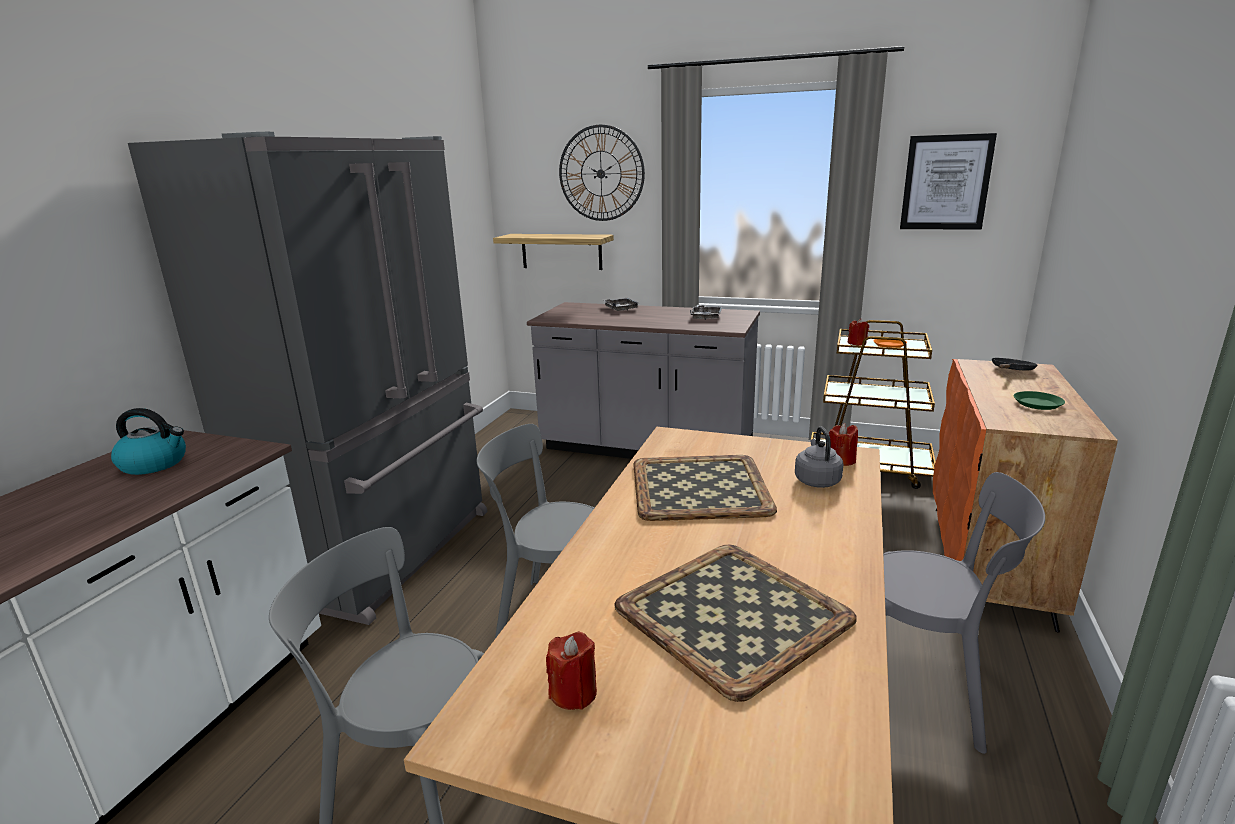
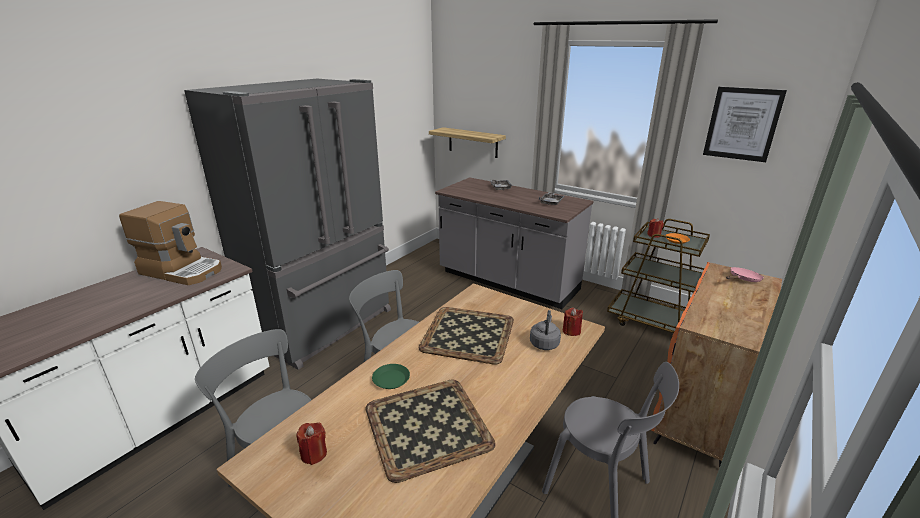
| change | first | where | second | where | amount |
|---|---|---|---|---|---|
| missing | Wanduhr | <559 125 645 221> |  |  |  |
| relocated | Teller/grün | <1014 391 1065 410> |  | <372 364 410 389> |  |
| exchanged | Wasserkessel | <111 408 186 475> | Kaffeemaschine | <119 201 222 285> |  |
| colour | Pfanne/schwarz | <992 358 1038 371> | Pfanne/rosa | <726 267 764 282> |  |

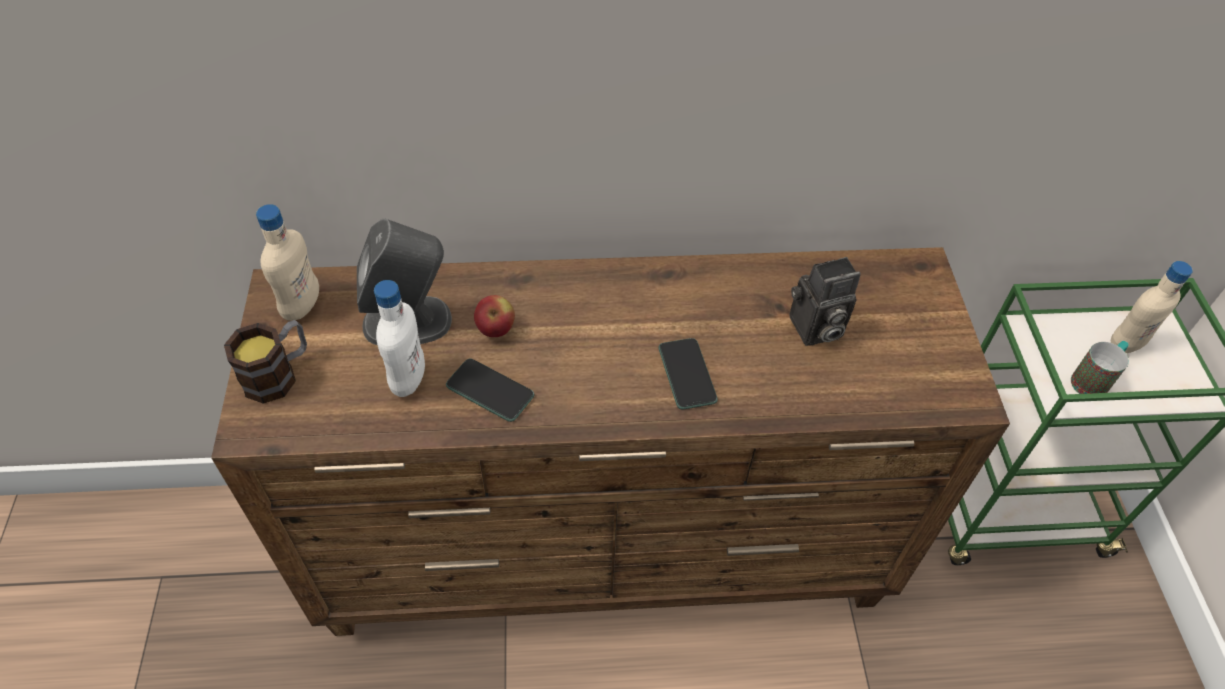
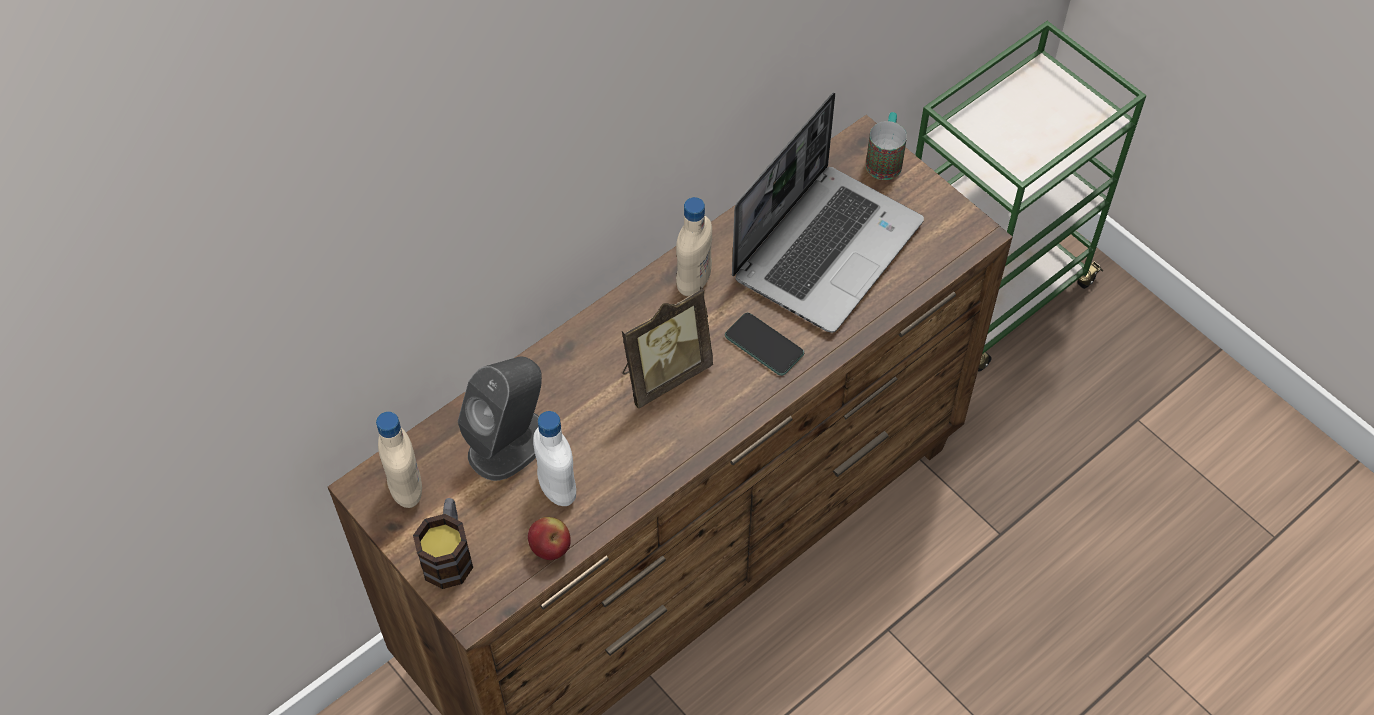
| change | first | where | second | where | amount |
|---|---|---|---|---|---|
| missing | Handy | <446 358 535 422> |  |  |  |
| appeared |  |  | Bilderrahmen | <622 287 713 409> |  |
| relocated | Apfel | <474 295 515 337> |  | <528 517 571 560> |  |
| relocated | Henkelbecher | <1071 341 1129 394> |  | <866 112 907 180> |  |
| relocated | Flasche/beige | <1111 261 1193 353> |  | <676 197 712 296> |  |
| exchanged | Kamera | <790 257 861 346> | Laptop | <732 92 924 333> |  |

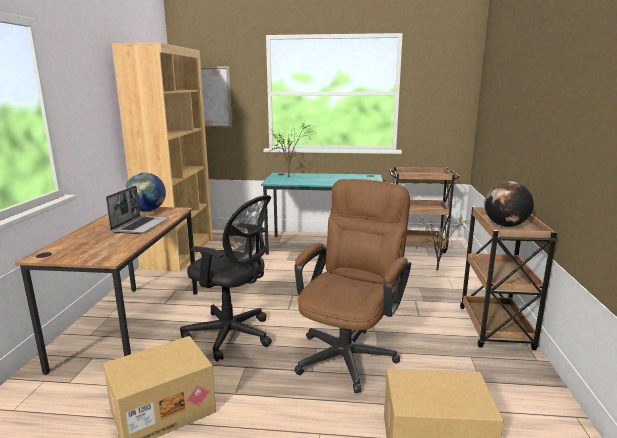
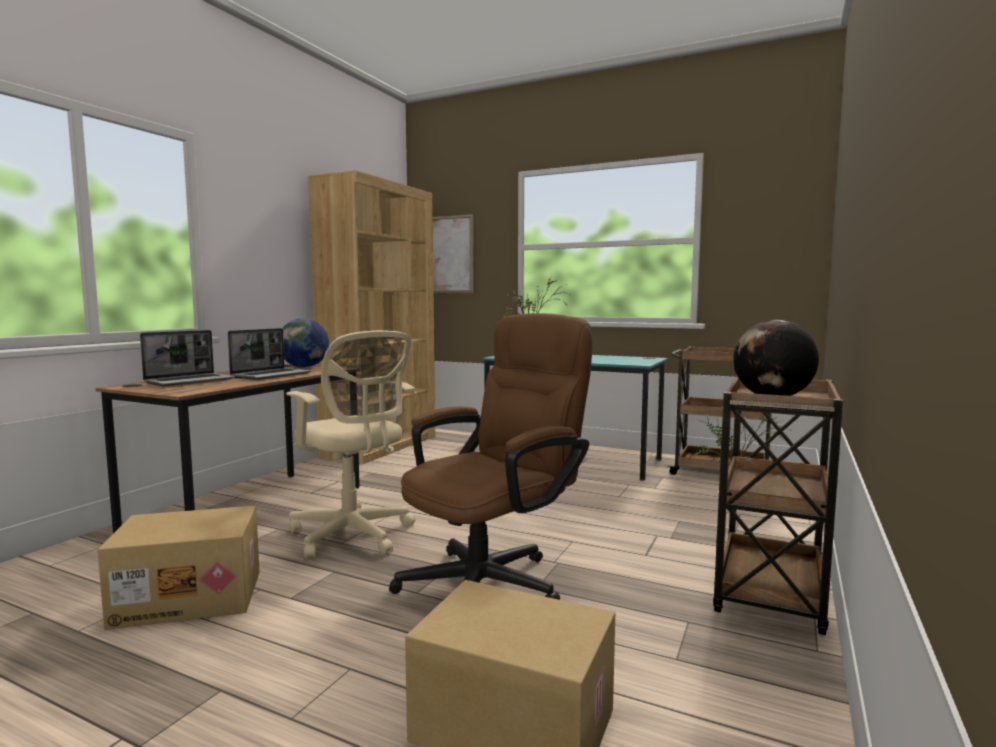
| change | first | where | second | where | amount |
|---|---|---|---|---|---|
| appeared |  |  | Laptop | <140 330 235 386> |  |
| colour | Bürostuhl/schwarz | <180 195 272 362> | Bürostuhl/beige | <286 330 415 560> |  |

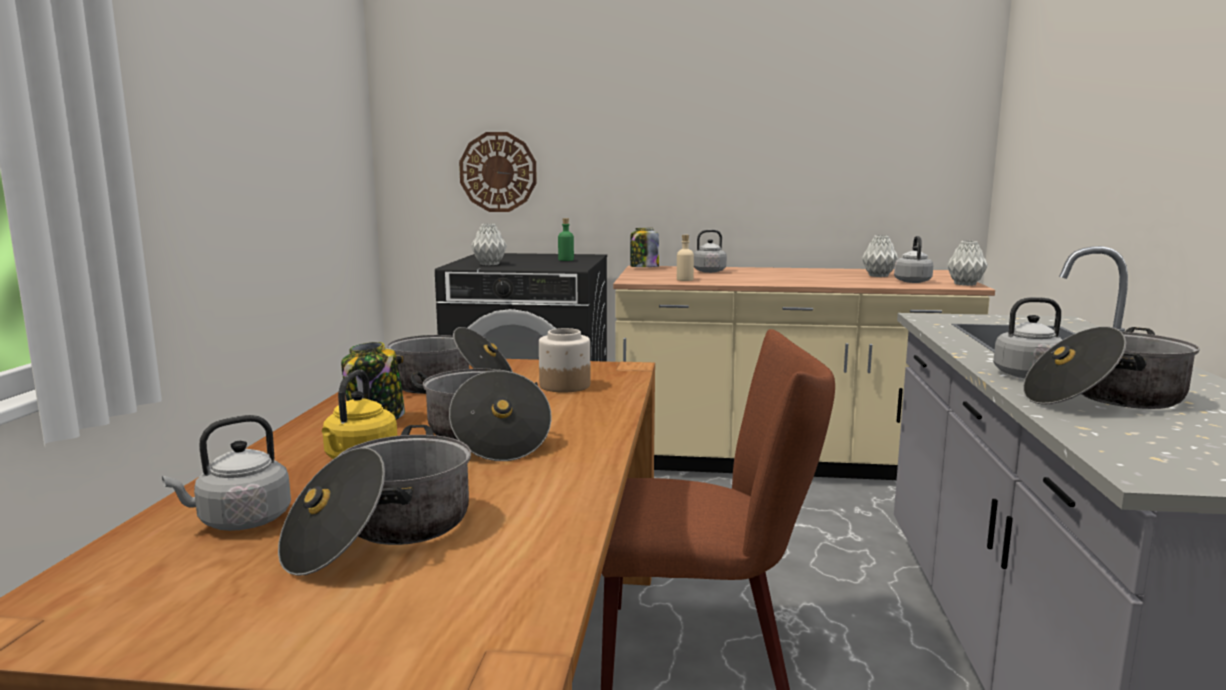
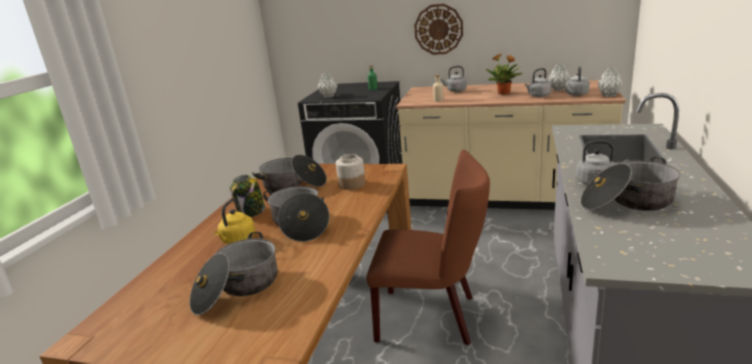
| change | first | where | second | where | amount |
|---|---|---|---|---|---|
| missing | Vorratsglas | <630 228 659 267> |  |  |  |
| appeared |  |  | Topfpflanze | <486 54 523 95> |  |
| relocated | Wasserkessel/grau | <162 415 291 531> |  | <525 68 551 97> |  |
| relocated | Wanduhr | <459 132 537 212> |  | <414 4 463 55> |  |

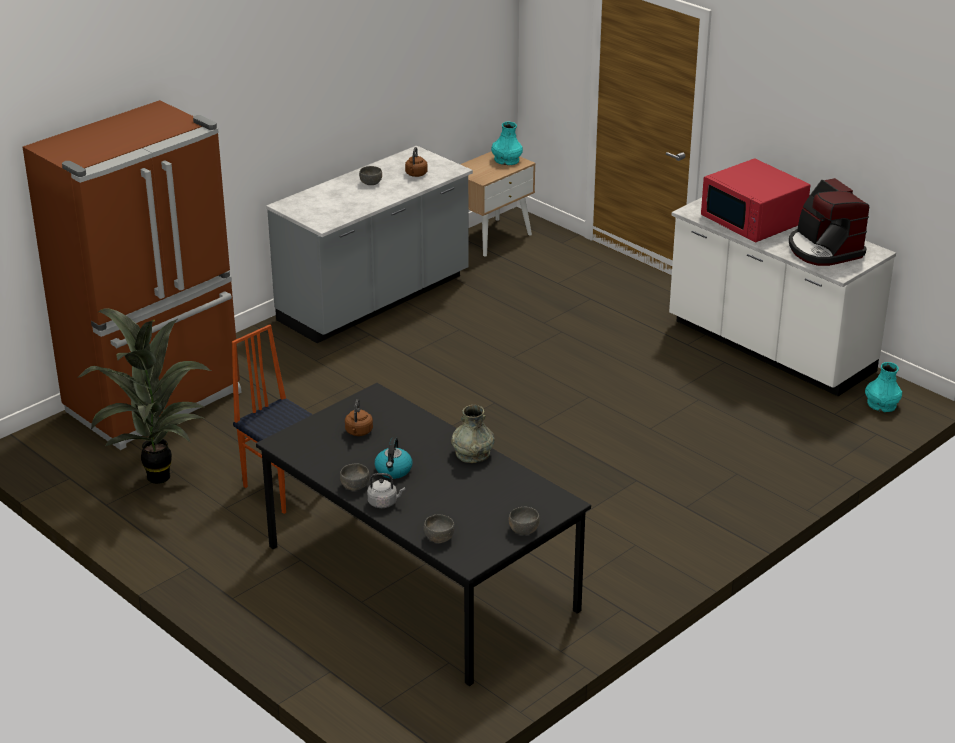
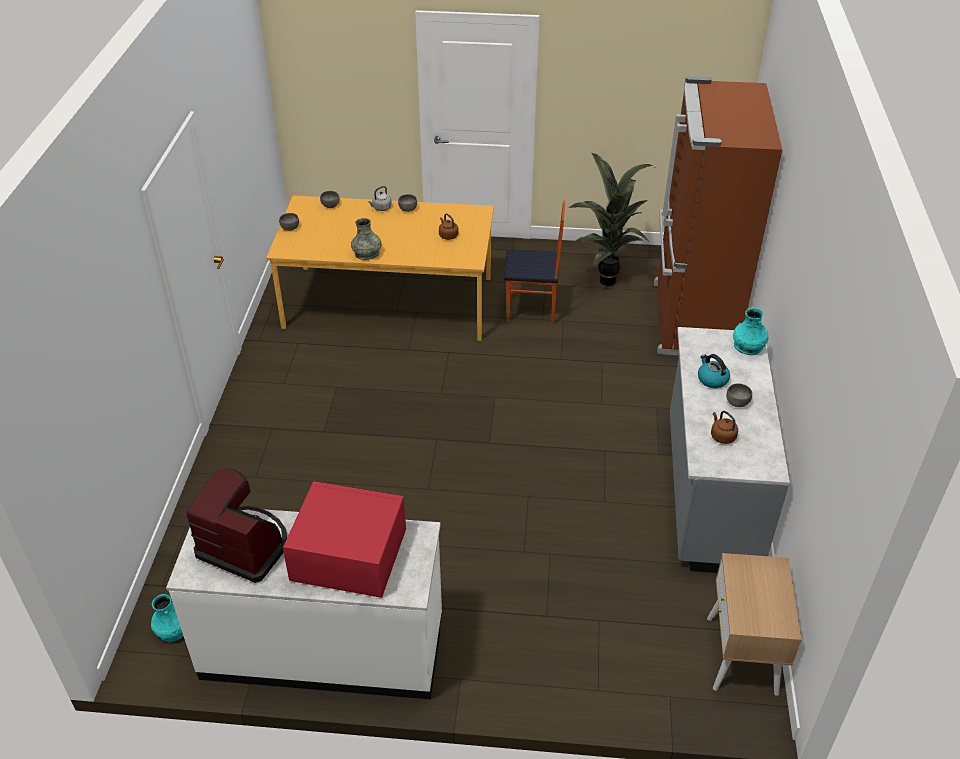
| change | first | where | second | where | amount |
|---|---|---|---|---|---|
| relocated | Wasserkessel | <375 437 412 479> |  | <698 354 730 388> |  |
| relocated | Vase/türkis | <491 122 523 165> |  | <733 308 769 355> |  |
| colour | Esstisch/schwarz | <256 383 591 686> | Esstisch/orange | <266 196 494 341> |  |

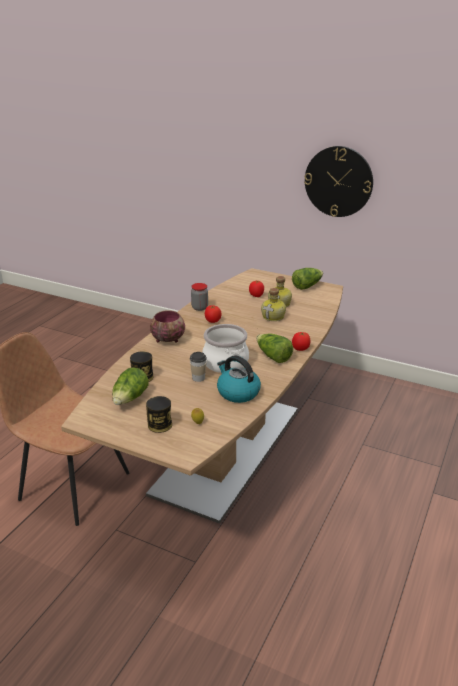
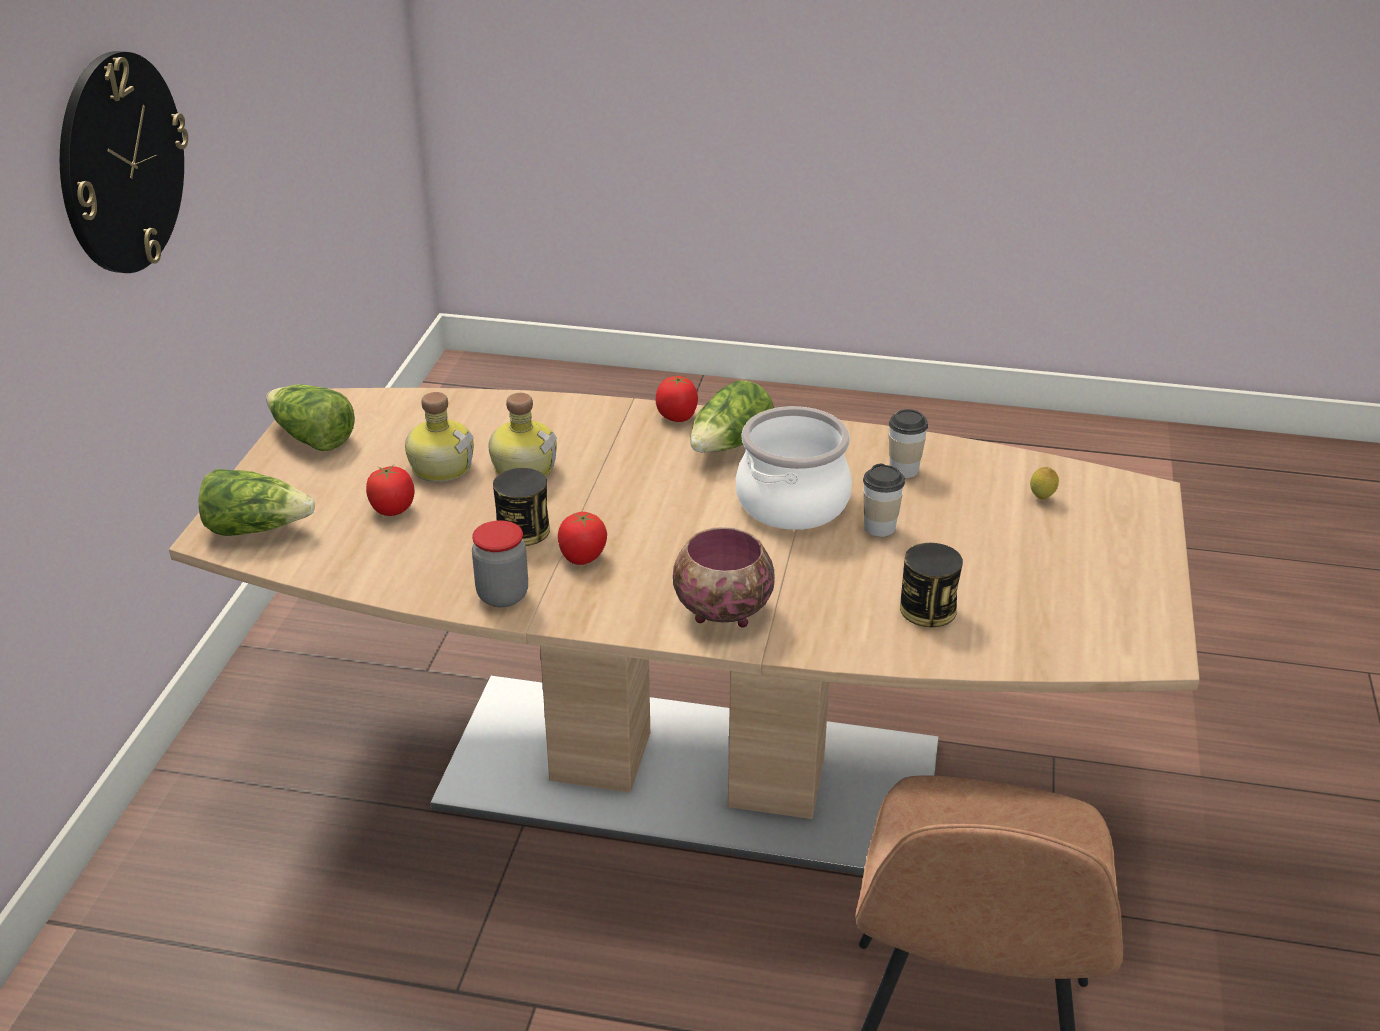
| change | first | where | second | where | amount |
|---|---|---|---|---|---|
| relocated | Salatkopf | <112 368 149 405> |  | <199 469 315 536> |  |
| relocated | Dose | <146 396 172 433> |  | <493 468 550 546> |  |
| exchanged | Wasserkessel | <217 355 261 403> | Tasse | <889 409 928 478> |  |

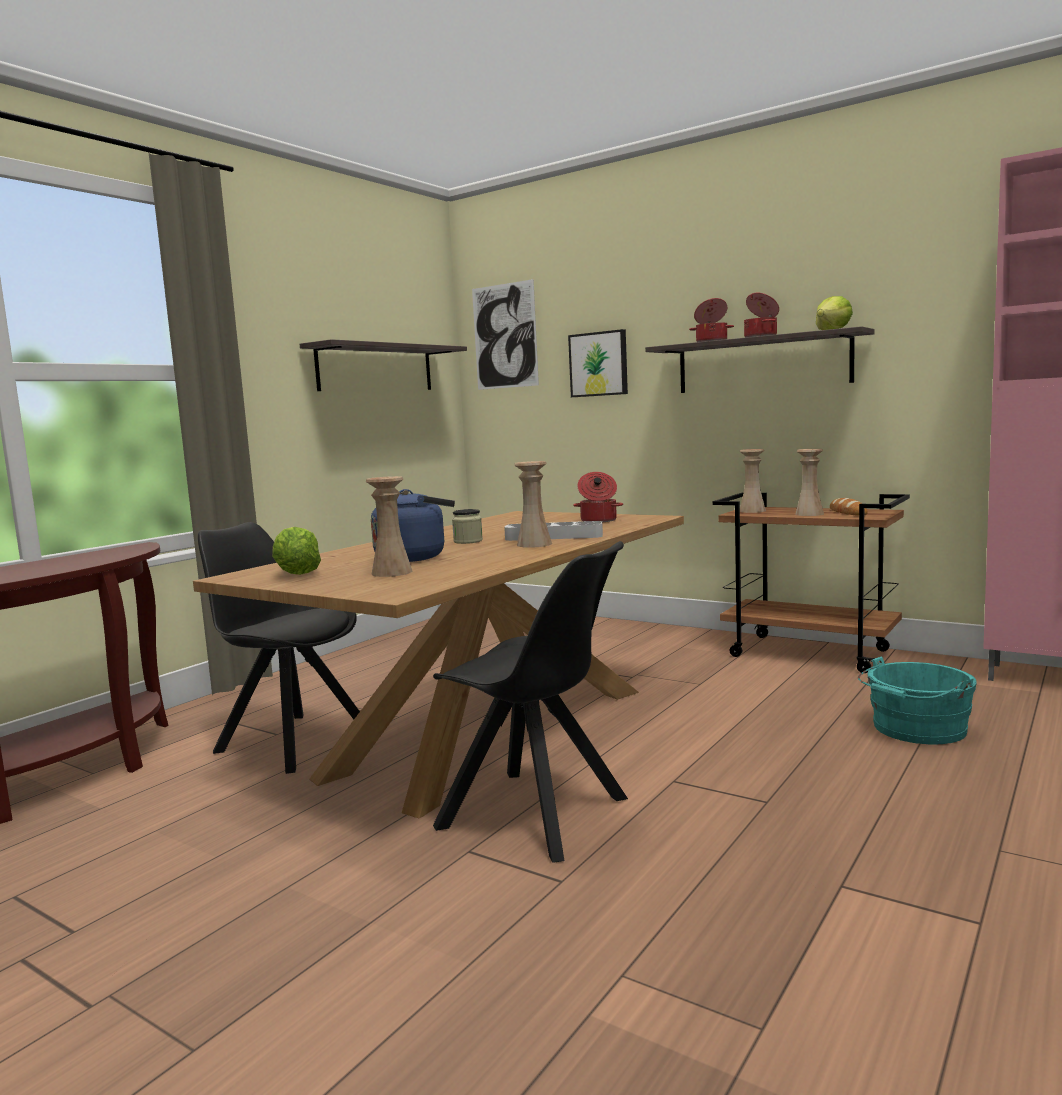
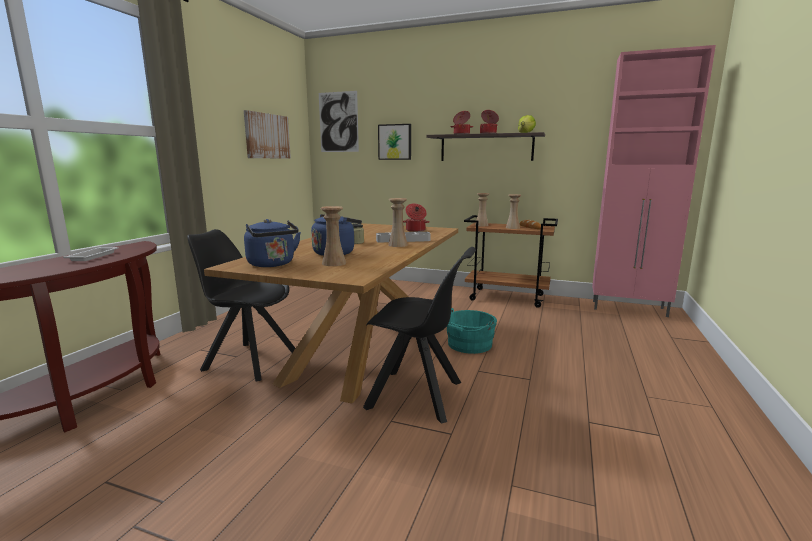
| change | first | where | second | where | amount |
|---|---|---|---|---|---|
| appeared |  |  | Tablett/weiß | <63 247 118 261> |  |
| relocated | Eimer/türkis | <858 657 977 745> |  | <446 308 497 354> |  |
| exchanged | Salatkopf | <272 527 321 575> | Wasserkessel/blau | <244 219 301 267> |  |
| exchanged | Wandregal | <300 339 467 391> | Bild | <244 110 291 159> |  |

